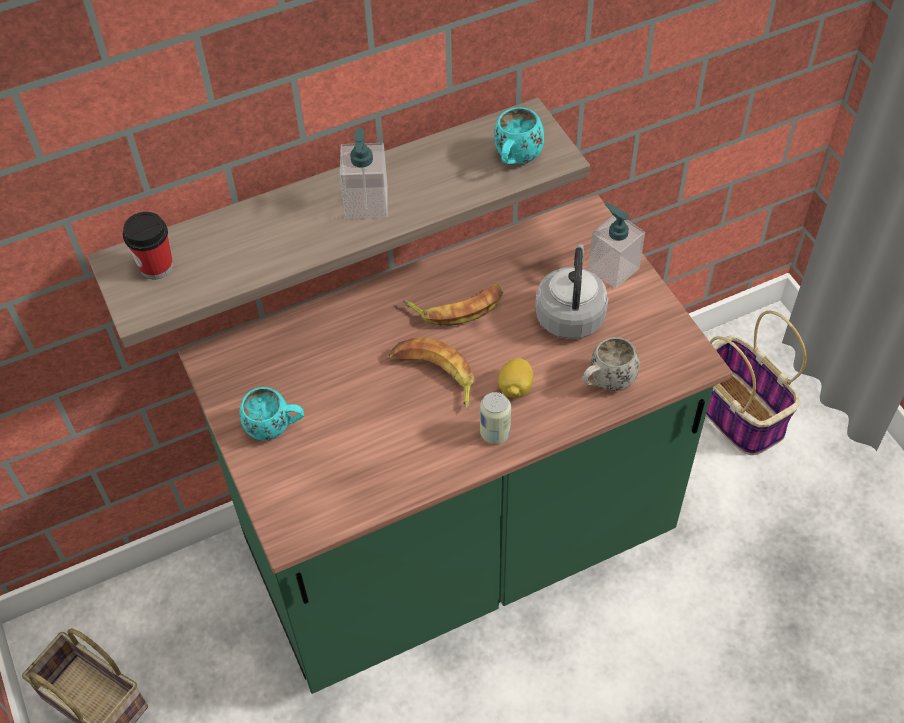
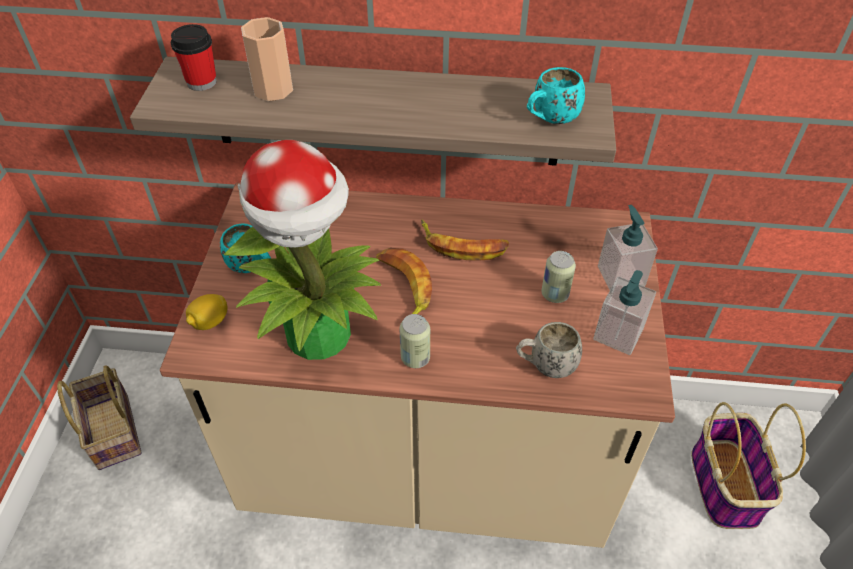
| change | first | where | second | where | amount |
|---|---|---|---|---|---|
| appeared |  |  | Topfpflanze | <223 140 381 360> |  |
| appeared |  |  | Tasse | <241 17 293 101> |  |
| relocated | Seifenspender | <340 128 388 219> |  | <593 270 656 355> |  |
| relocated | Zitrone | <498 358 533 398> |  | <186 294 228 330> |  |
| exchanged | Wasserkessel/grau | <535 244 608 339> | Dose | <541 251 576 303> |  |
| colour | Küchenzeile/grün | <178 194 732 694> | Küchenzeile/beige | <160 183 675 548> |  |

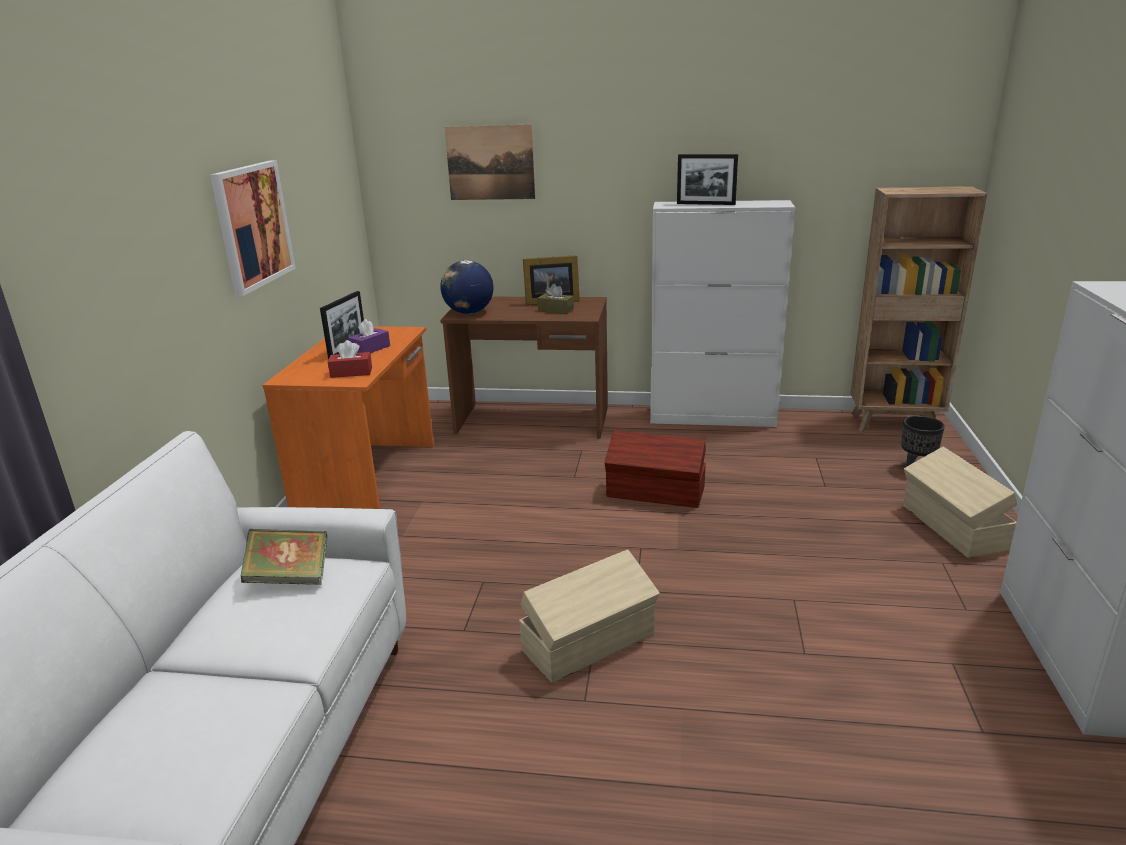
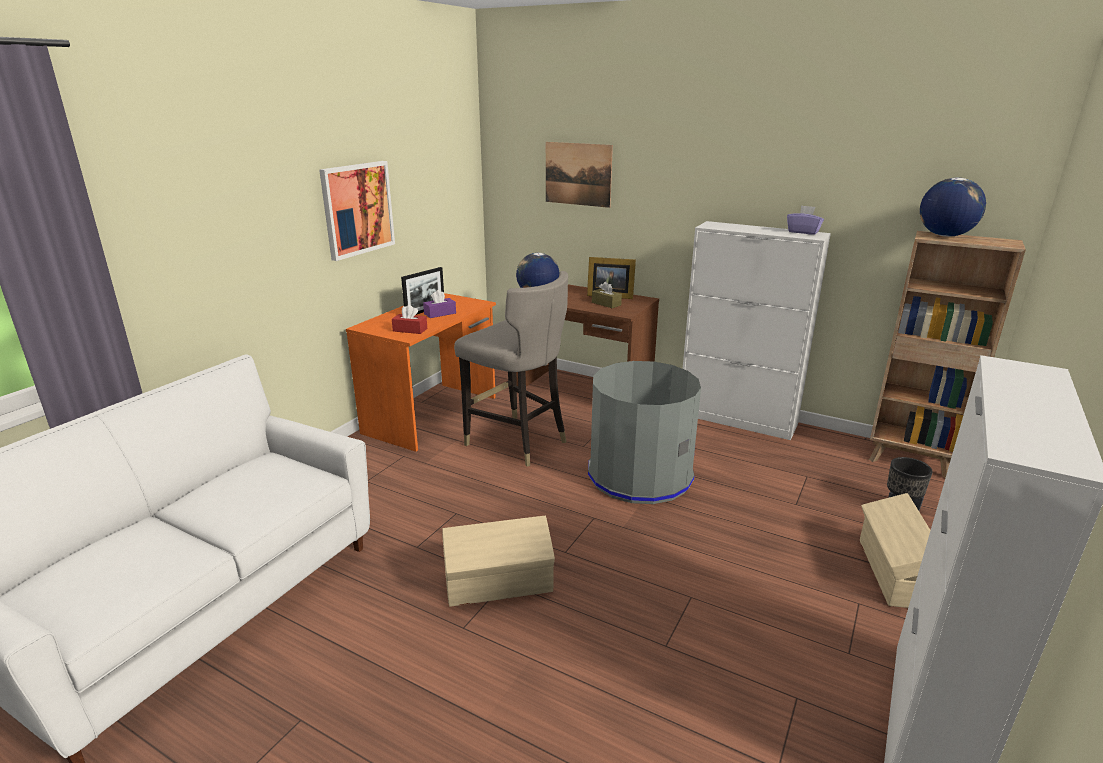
| change | first | where | second | where | amount |
|---|---|---|---|---|---|
| missing | Buch | <240 529 327 585> |  |  |  |
| missing | Bilderrahmen | <677 154 738 205> |  |  |  |
| appeared |  |  | Hocker/grau | <454 271 568 467> |  |
| appeared |  |  | Taschentuchbox/lila | <787 205 824 235> |  |
| appeared |  |  | Globus | <920 178 986 237> |  |
| exchanged | Aufbewahrungsbox/braun | <605 430 706 508> | Mülleimer/grau | <588 361 701 504> |  |

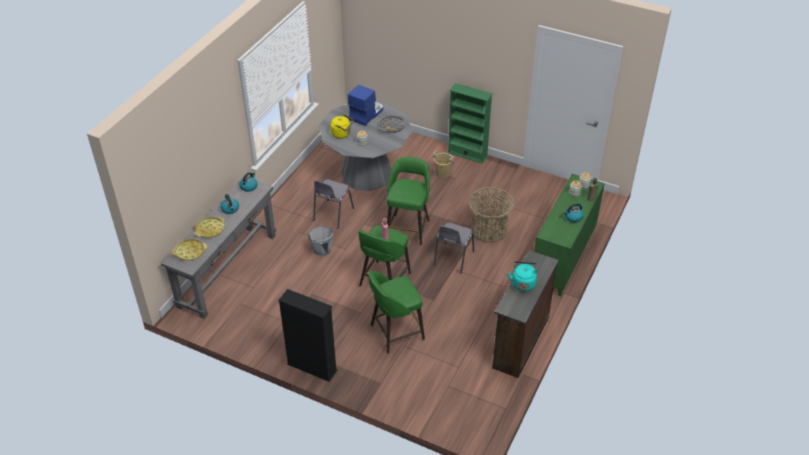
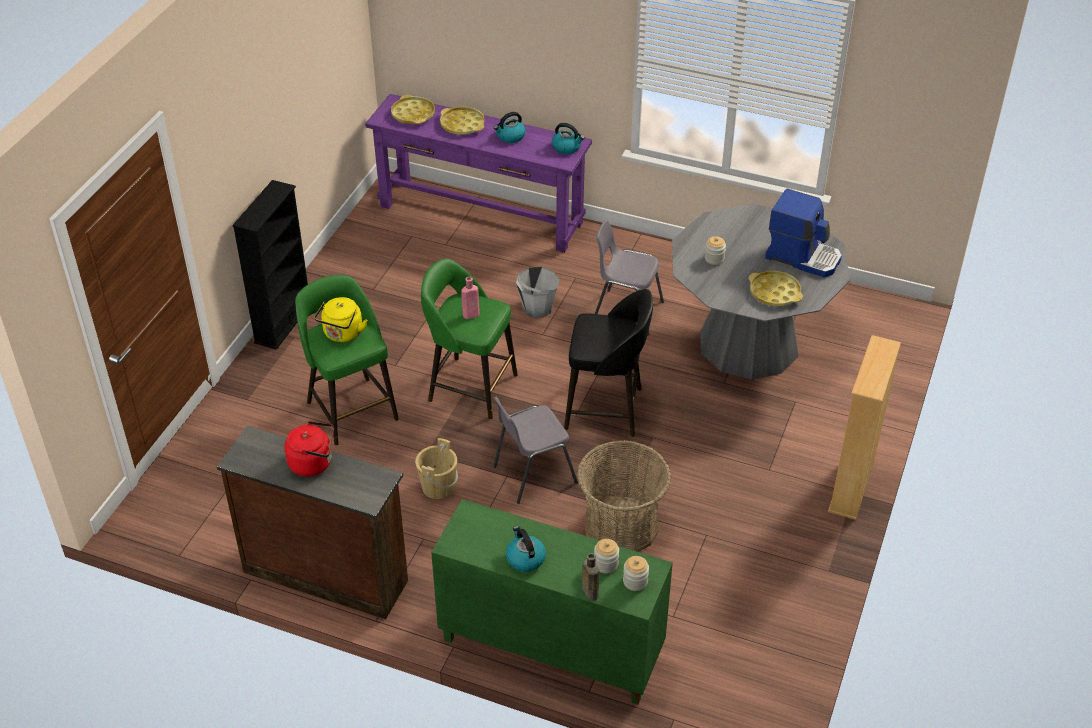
| change | first | where | second | where | amount |
|---|---|---|---|---|---|
| relocated | Wasserkessel/gelb | <331 115 354 139> |  | <314 297 367 342> |  |
| relocated | Eimer/beige | <433 151 454 178> |  | <415 438 458 499> |  |
| colour | Konsolentisch/grau | <161 180 276 319> | Konsolentisch/lila | <365 94 592 253> |  |
| colour | Tablett/grau | <380 116 405 133> | Tablett/gelb | <749 271 803 306> |  |
| colour | Hocker/grün | <387 157 430 245> | Hocker/schwarz | <564 289 653 437> |  |
| colour | Bücherregal/grün | <447 83 493 164> | Bücherregal/beige | <828 335 901 520> |  |
| colour | Wasserkessel/türkis | <507 261 537 291> | Wasserkessel/rot | <284 421 334 476> |  |
| spun | Stuhl/grau | <434 222 474 274> |  | <493 397 578 504> | 45 degrees counterclockwise |

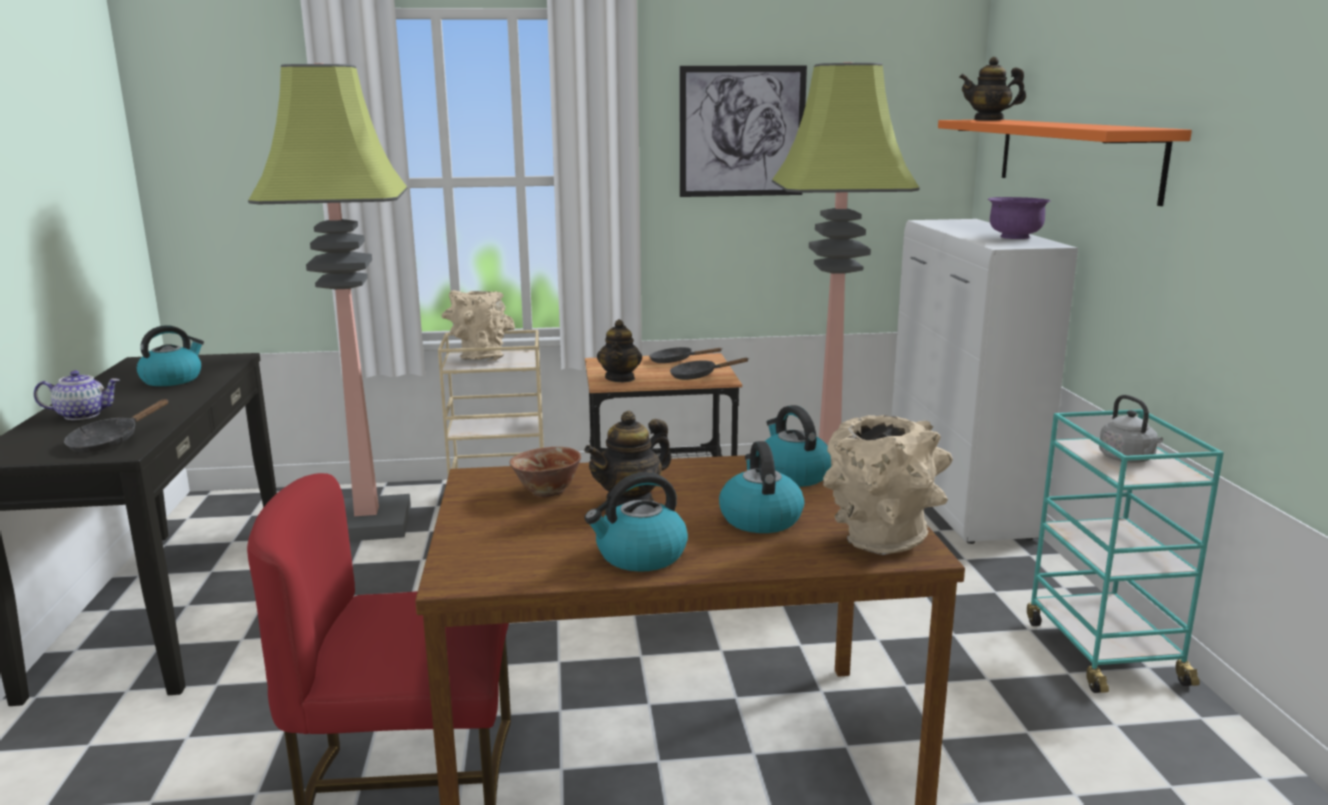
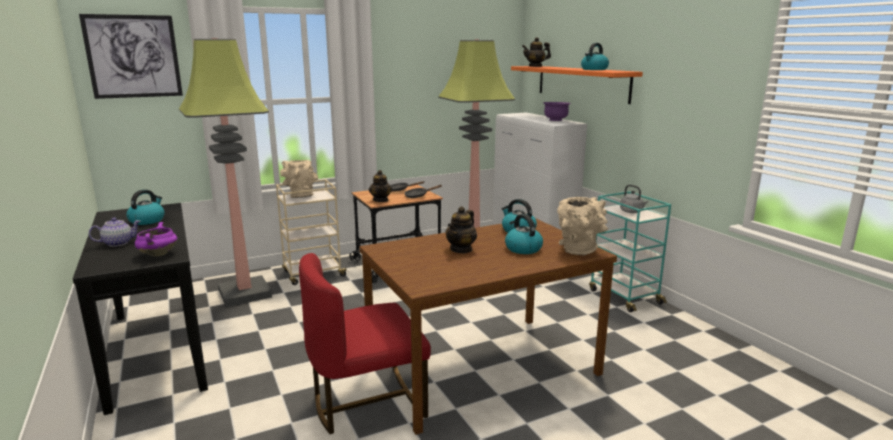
| change | first | where | second | where | amount |
|---|---|---|---|---|---|
| missing | Schüssel | <509 447 581 497> |  |  |  |
| relocated | Wasserkessel | <584 472 688 572> |  | <581 43 609 70> |  |
| relocated | Bild | <680 65 807 197> |  | <79 14 183 99> |  |
| exchanged | Pfanne/schwarz | <64 399 169 453> | Kochtopf/lila | <135 222 177 256> |  |

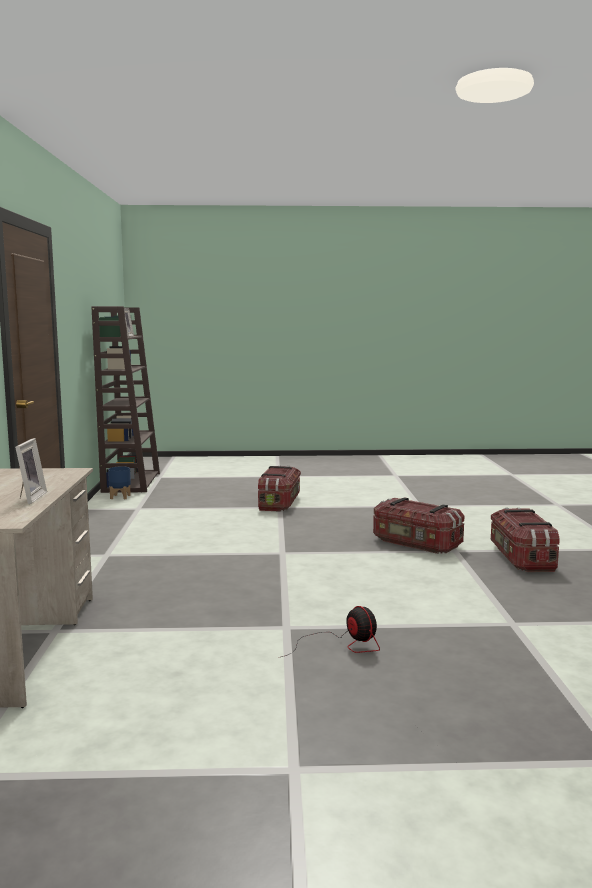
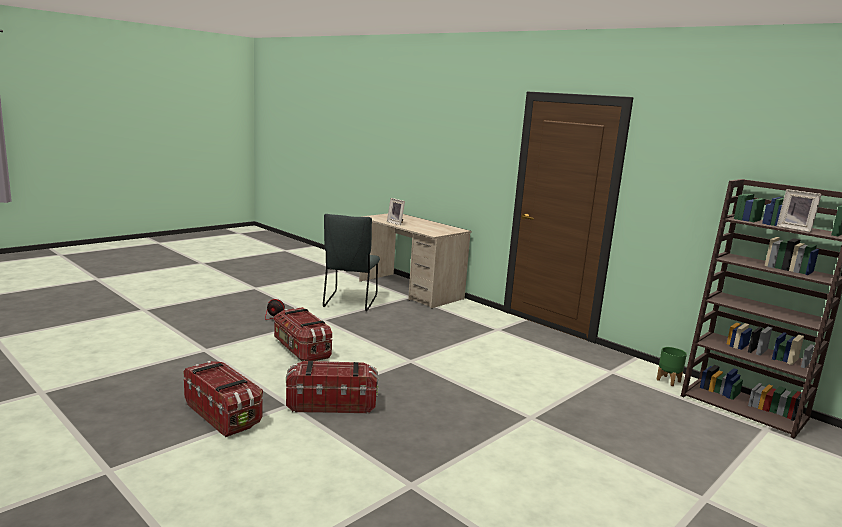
| change | first | where | second | where | amount |
|---|---|---|---|---|---|
| appeared |  |  | Stuhl/grau | <323 214 380 311> |  |
| relocated | Aufbewahrungsbox | <258 465 301 512> |  | <274 307 332 361> |  |
| colour | Pflanzkübel/blau | <108 466 131 500> | Pflanzkübel/grün | <657 347 687 386> |  |

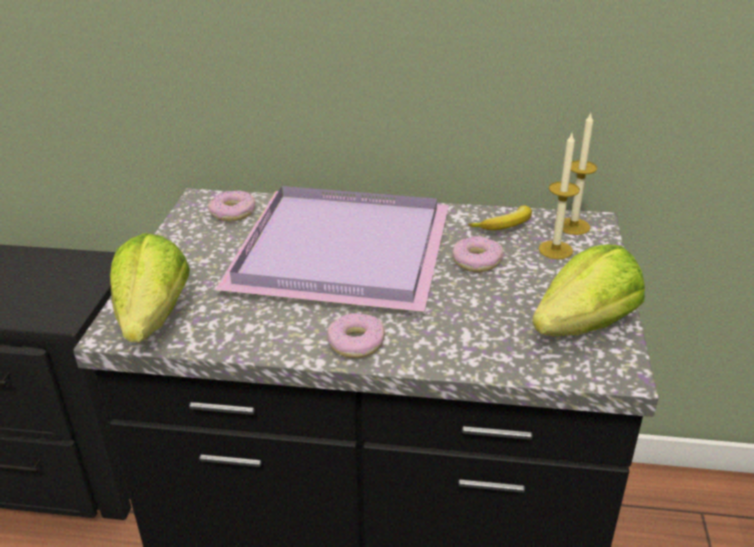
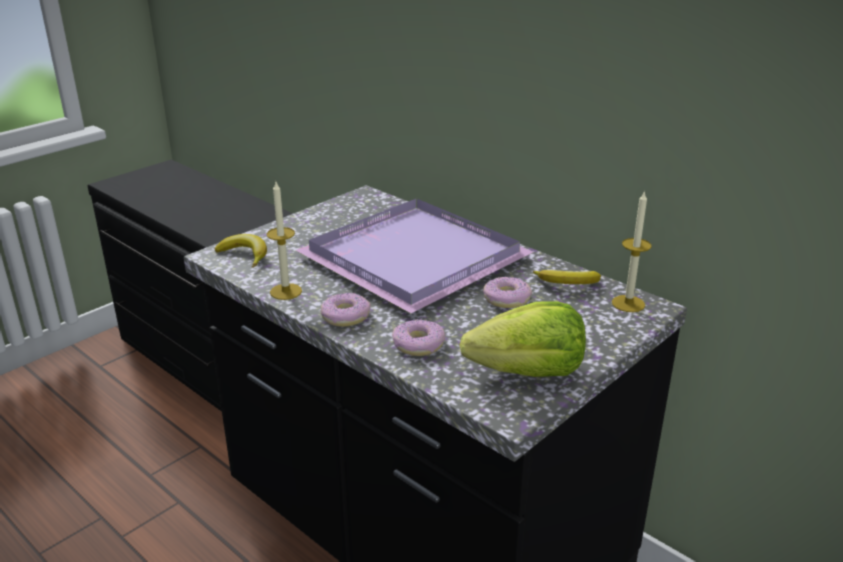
| change | first | where | second | where | amount |
|---|---|---|---|---|---|
| relocated | Donut | <208 191 255 222> |  | <392 319 445 356> |  |
| relocated | Kerze | <539 133 580 259> |  | <267 182 302 300> |  |
| exchanged | Salatkopf | <110 233 190 342> | Banane | <214 234 267 268> |  |

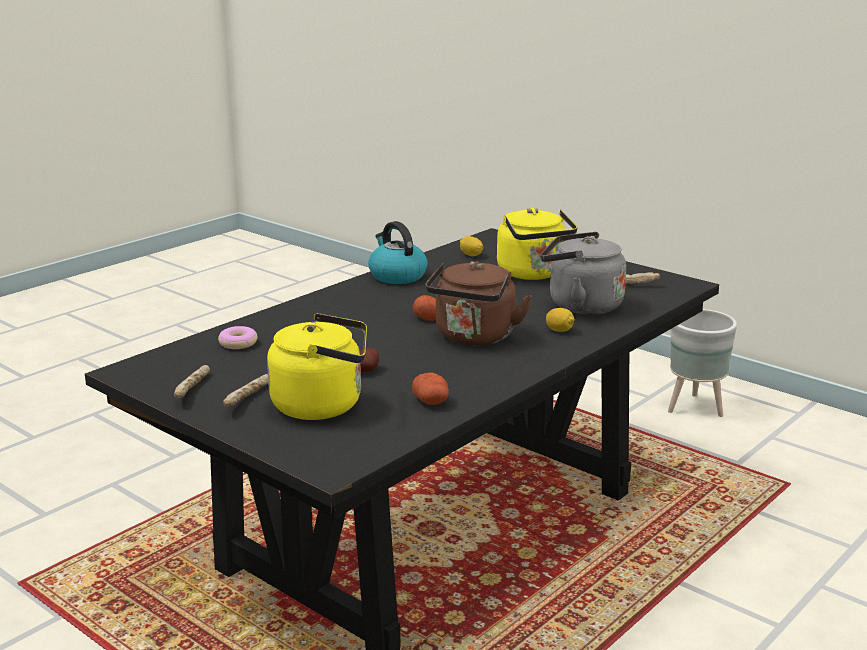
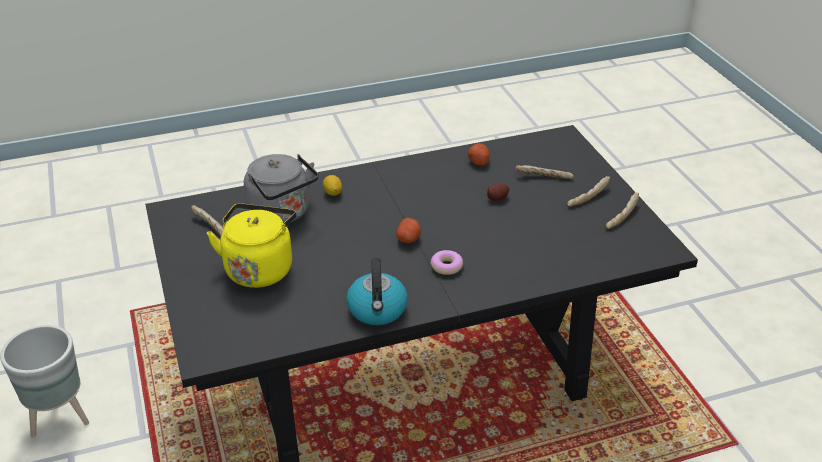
| change | first | where | second | where | amount |
|---|---|---|---|---|---|
| missing | Wasserkessel/braun | <425 261 532 346> |  |  |  |
| missing | Zitrone | <460 236 483 256> |  |  |  |
| relocated | Donut | <218 326 257 349> |  | <430 250 463 275> |  |
| exchanged | Wasserkessel/gelb | <267 313 367 420> | Brot | <516 165 574 179> |  |

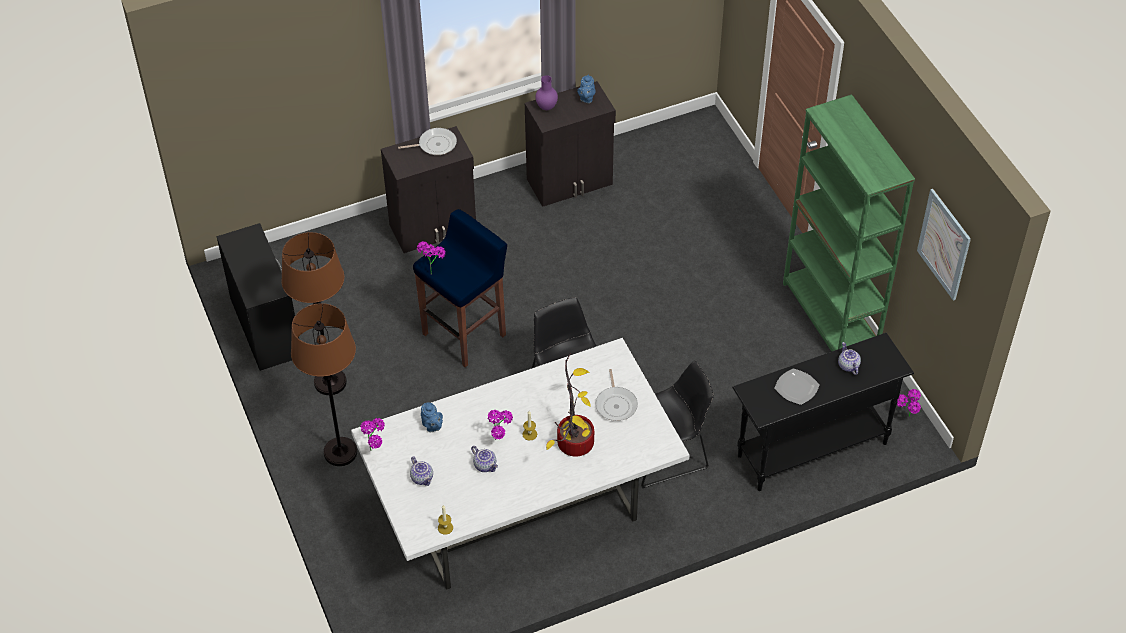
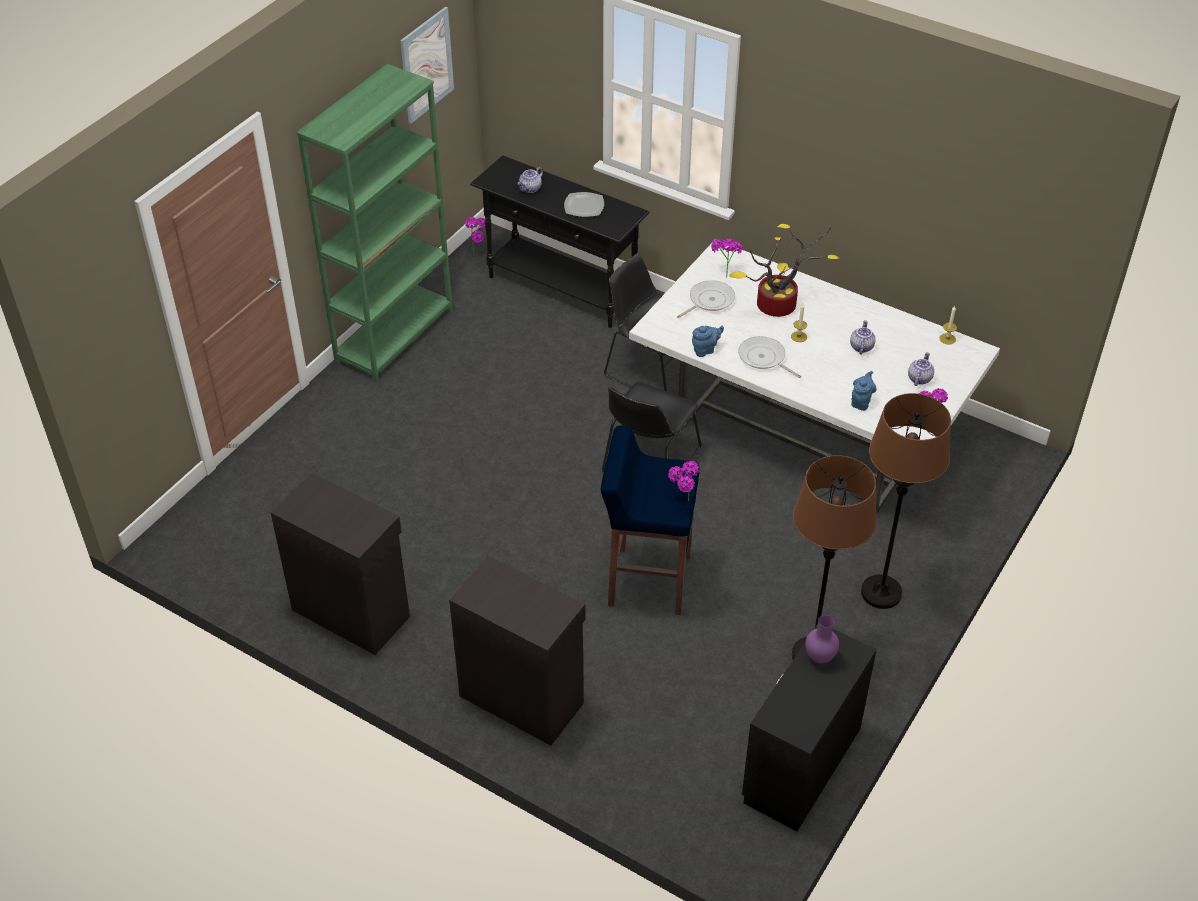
| change | first | where | second | where | amount |
|---|---|---|---|---|---|
| relocated | Pfanne | <398 128 457 155> |  | <738 336 801 378> |  |
| relocated | Topfpflanze | <488 410 513 440> |  | <711 238 743 278> |  |
| relocated | Vase/lila | <535 75 558 110> |  | <805 615 839 663> |  |
| relocated | Teekanne/blau | <577 75 595 103> |  | <692 326 724 357> |  |

